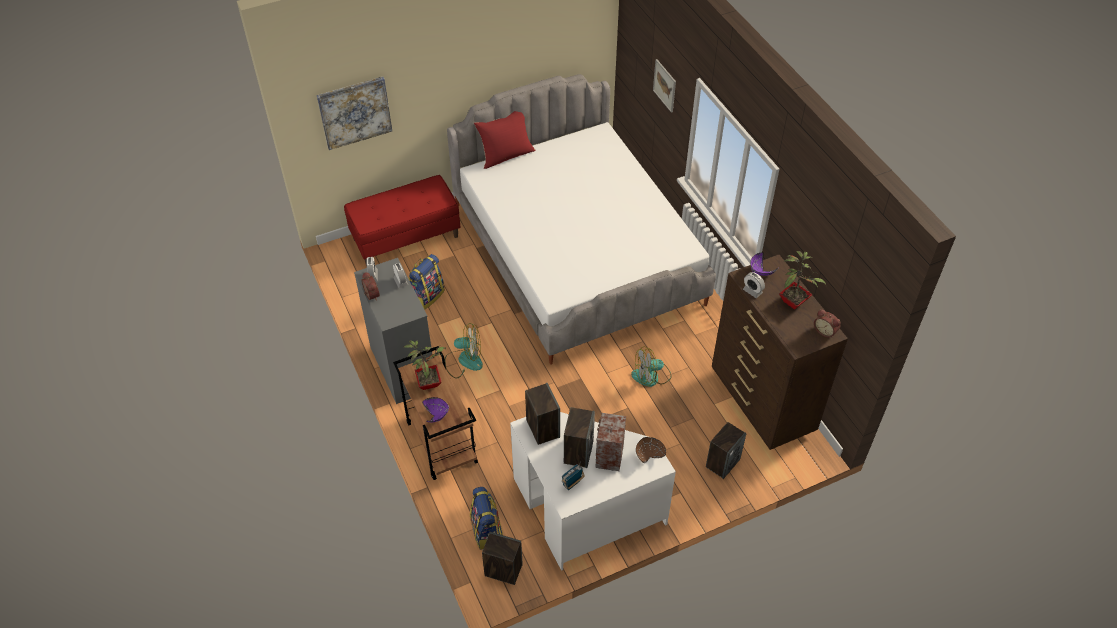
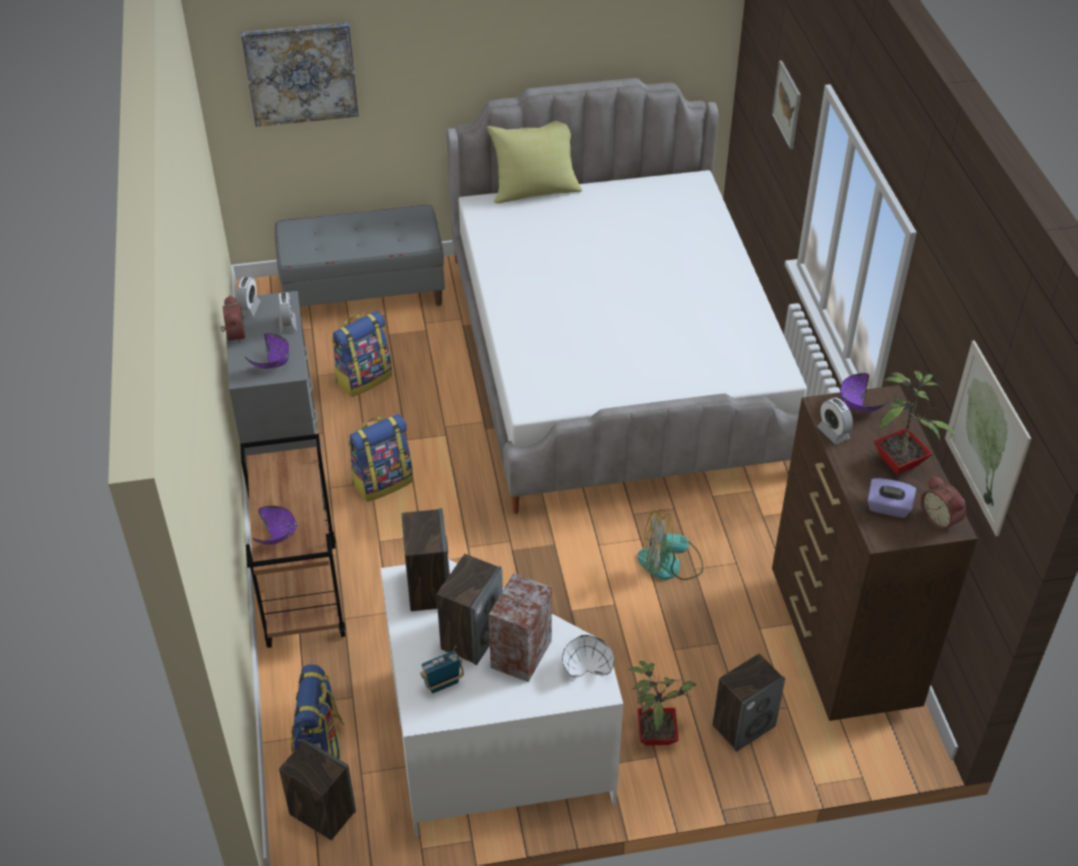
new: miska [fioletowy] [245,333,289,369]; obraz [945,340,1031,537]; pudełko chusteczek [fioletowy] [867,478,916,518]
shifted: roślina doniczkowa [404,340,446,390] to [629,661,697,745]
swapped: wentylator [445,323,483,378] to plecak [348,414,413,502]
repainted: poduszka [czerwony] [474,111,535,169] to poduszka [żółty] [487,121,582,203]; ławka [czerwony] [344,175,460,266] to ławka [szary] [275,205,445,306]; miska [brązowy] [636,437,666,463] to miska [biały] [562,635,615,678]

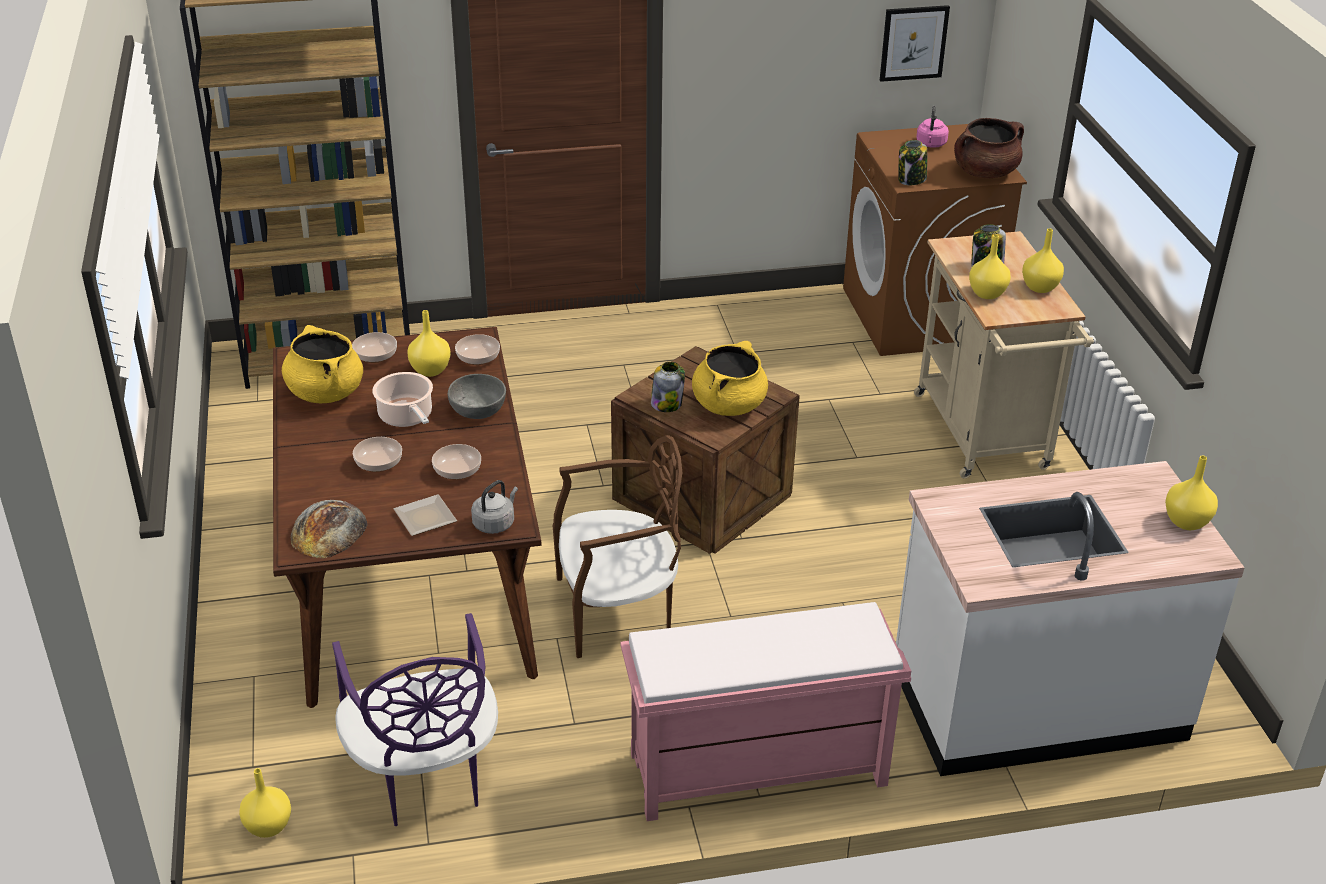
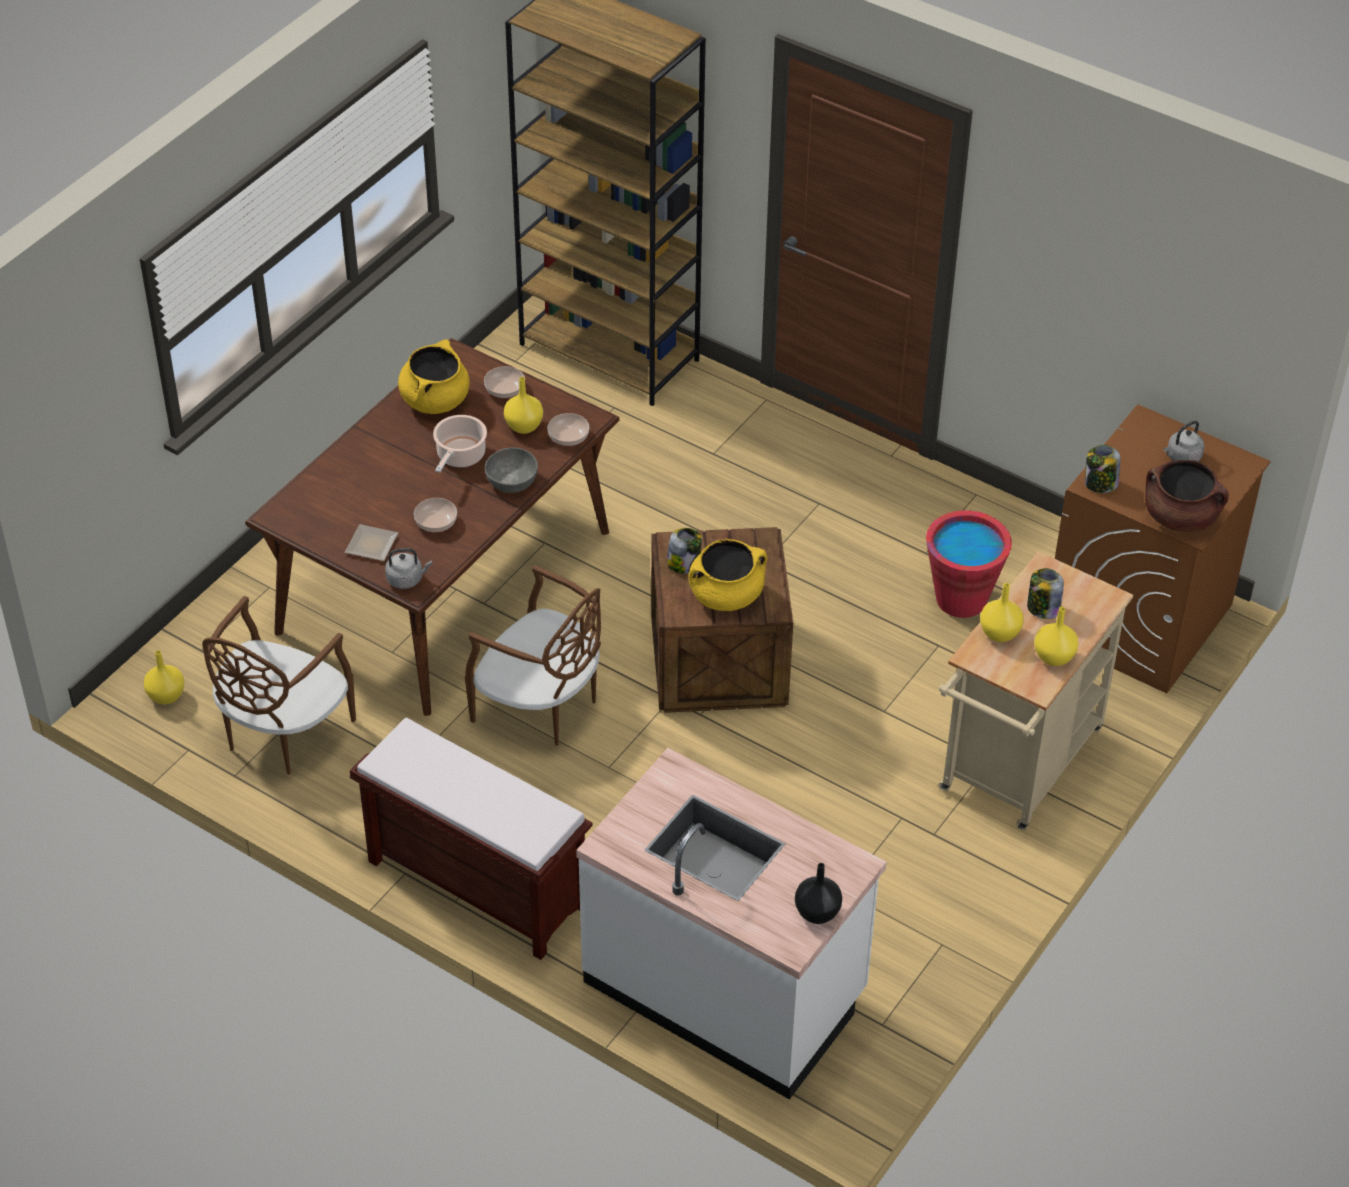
gone: obraz [880,5,950,82]; miska [353,437,402,472]; chleb [291,500,368,559]
new: wiadro [czerwony] [926,510,1012,618]
repainted: czajnik [różowy] [916,106,949,148] to czajnik [szary] [1163,420,1204,461]; wazon [żółty] [1165,455,1218,530] to wazon [czarny] [795,863,842,924]; ławka [różowy] [621,602,911,821] to ławka [brązowy] [350,718,593,960]; krzesło [fioletowy] [332,613,498,826] to krzesło [brązowy] [202,596,356,775]

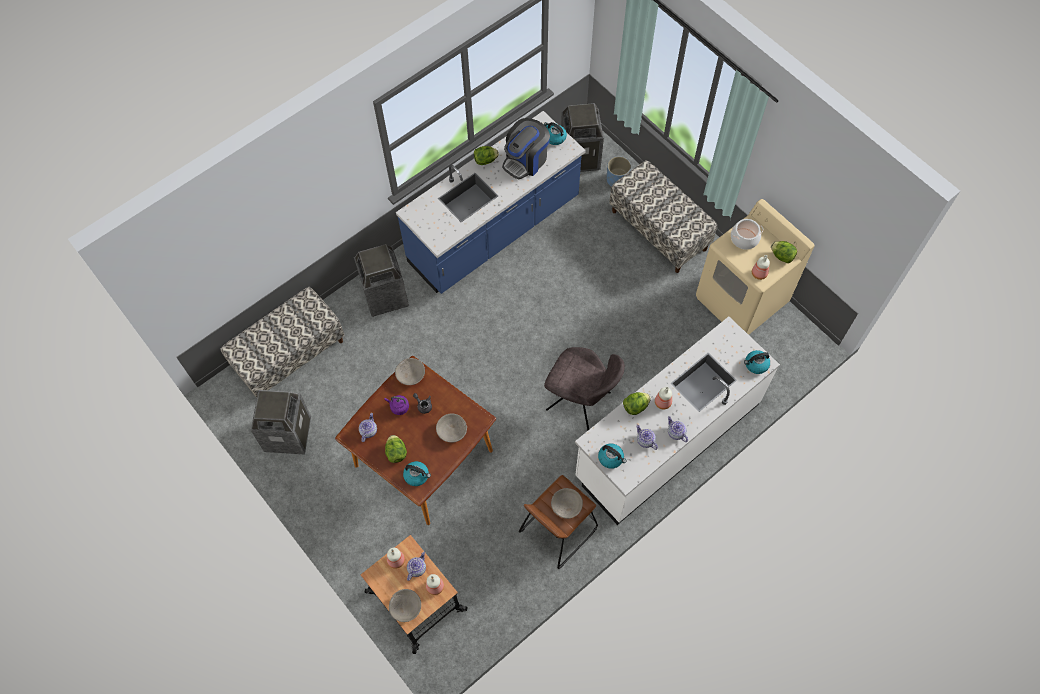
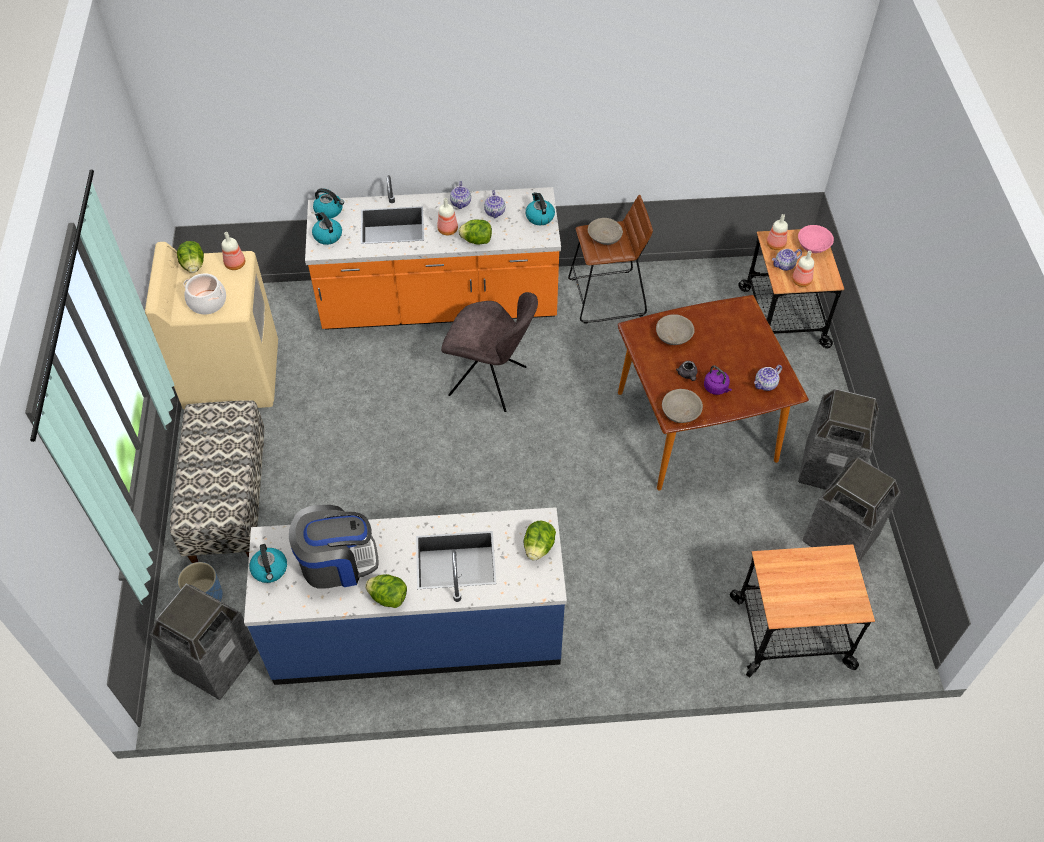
shifted: kosz na śmieci [354,244,409,317] to [798,389,879,490]; sałata [385,435,407,463] to [524,521,556,561]; czajnik [403,461,431,486] to [312,212,342,245]
swapped: ławka [220,287,345,398] to wózek [730,544,875,678]
repainted: zabudowa kuchenna [biały] [575,316,780,525] to zabudowa kuchenna [pomarańczowy] [305,175,561,330]; miska [szary] [389,589,421,622] to miska [różowy] [798,225,834,253]
rotated: krzesło [szary] [544,347,625,430] = [441,292,538,412] 135 degrees clockwise

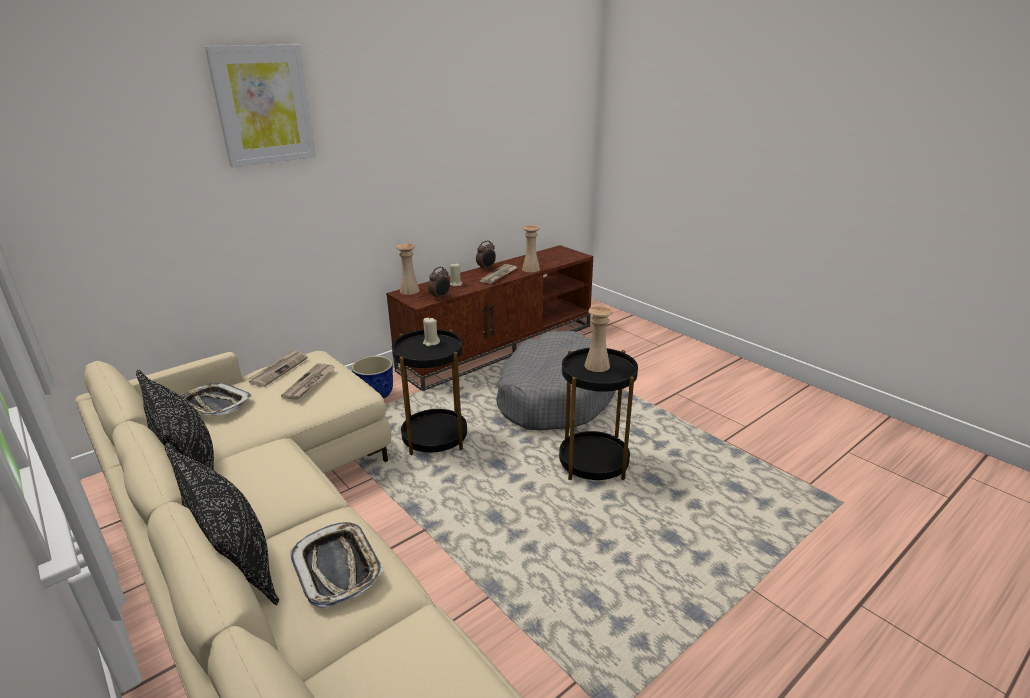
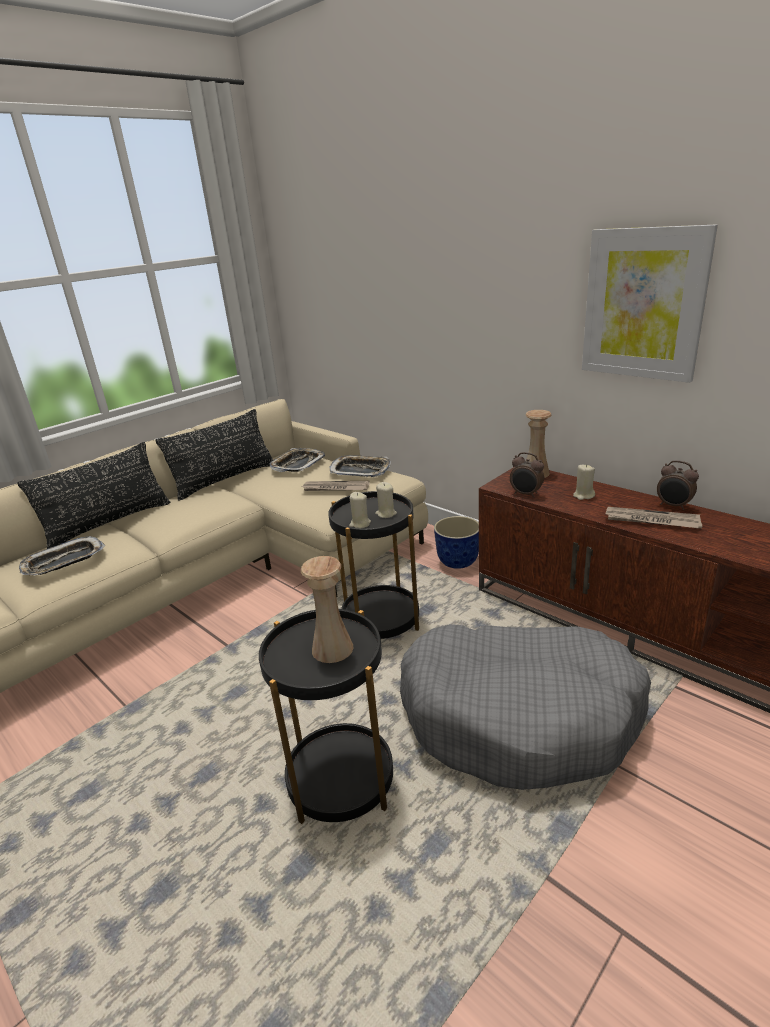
gone: wazon [beżowy] [522,225,540,272]
new: świeca [beżowy] [349,492,371,528]
shifted: obraz [205,45,316,167] to [582,224,718,383]
swapped: gazeta [248,349,308,387] to taca [330,455,391,477]

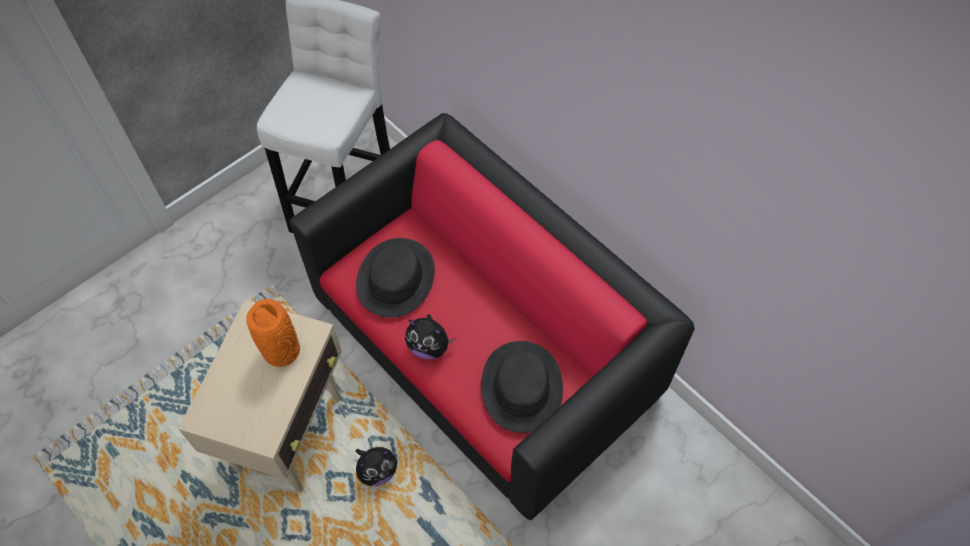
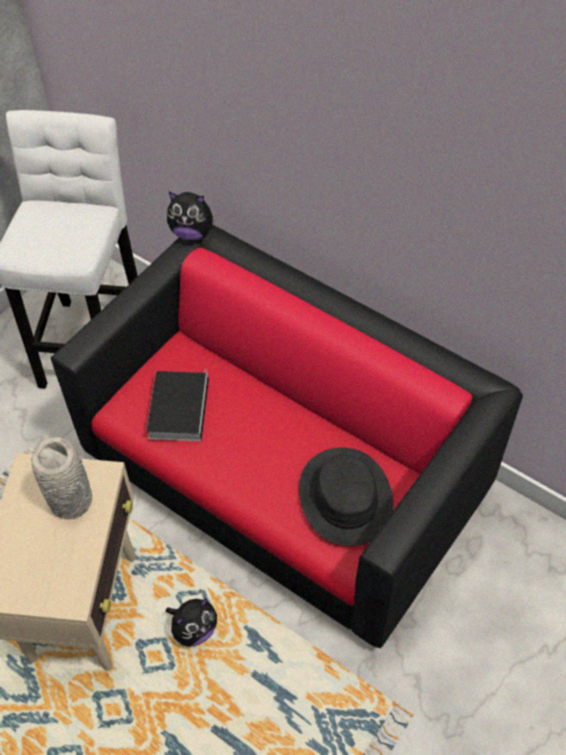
shifted: pluszak [405,314,456,359] to [167,192,219,241]
swapped: kapelusz [czarny] [356,238,435,317] to książka [146,369,209,441]
repainted: wazon [pomarańczowy] [246,299,300,367] to wazon [szary] [31,437,92,519]

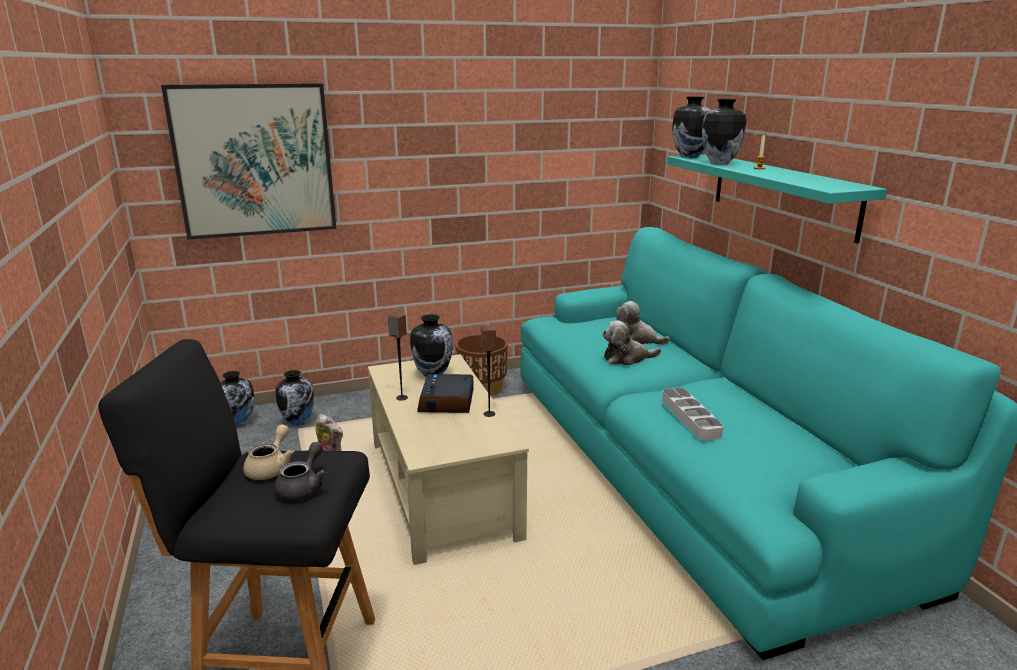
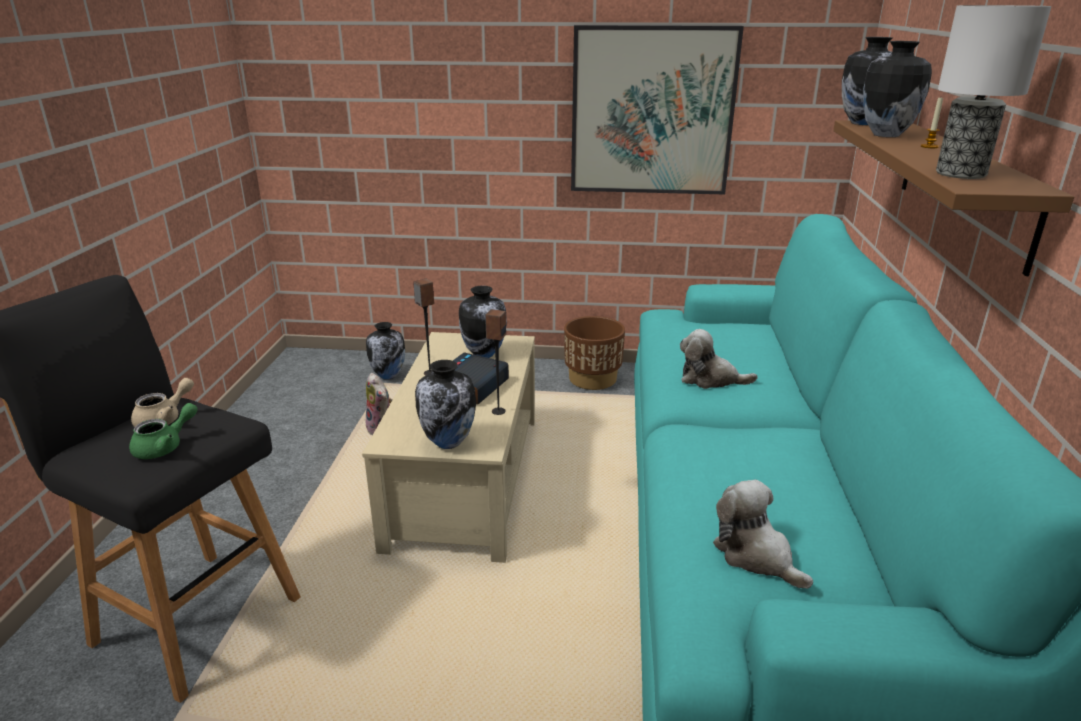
gone: taca [szary] [662,387,723,441]
new: lampa stołowa [936,5,1052,179]
shifted: obraz [161,83,336,240] to [571,25,744,195]; pluszak [616,301,670,344] to [713,480,813,589]; wazon [220,371,254,427] to [415,360,476,449]
repainted: półka [turkusowy] [667,154,887,243] to półka [brązowy] [833,120,1074,276]; imbryk [szary] [274,442,327,501] to imbryk [zielony] [129,403,198,459]

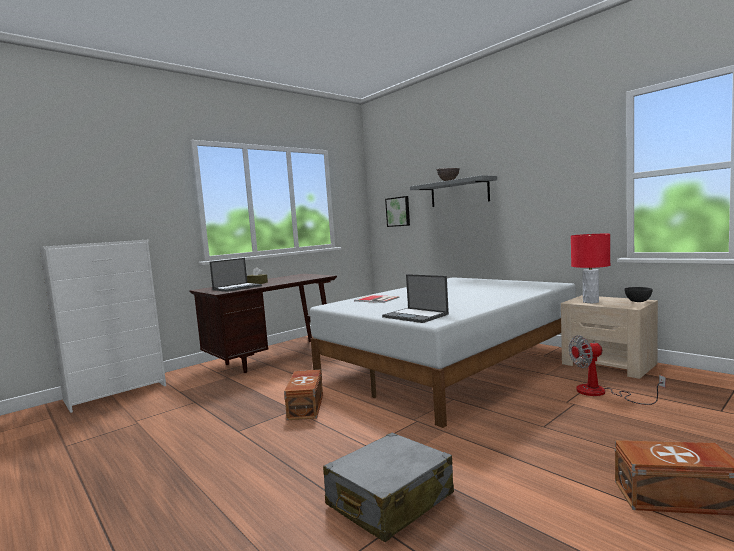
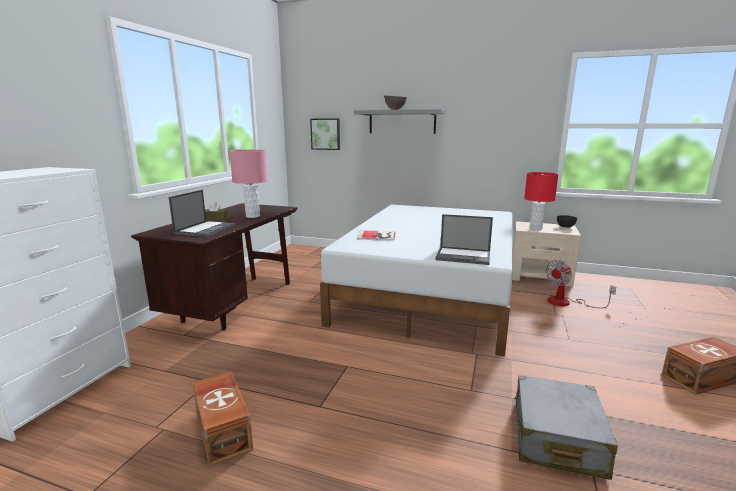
new: lampa stołowa [różowy] [230,150,268,218]
shifted: pojemnik do przechowywania [brązowy] [284,370,323,420] to [192,372,253,467]

